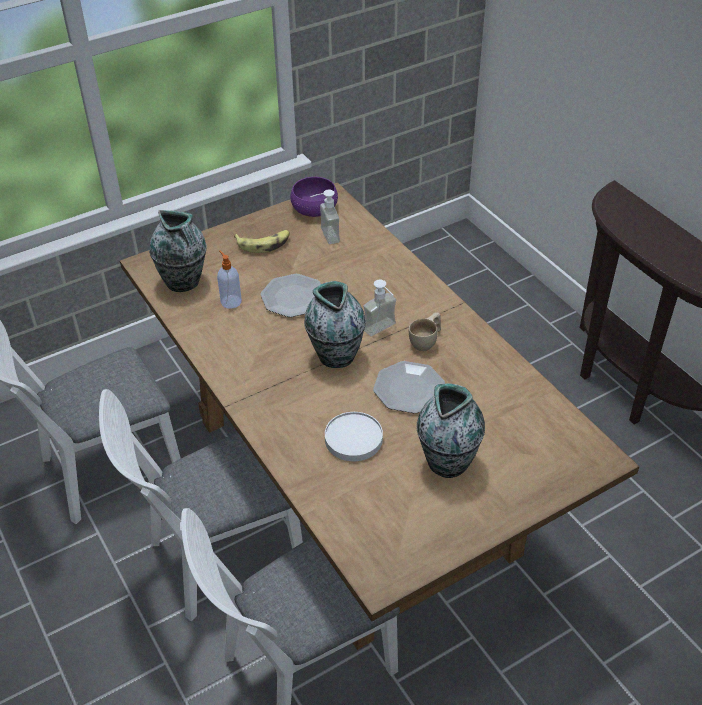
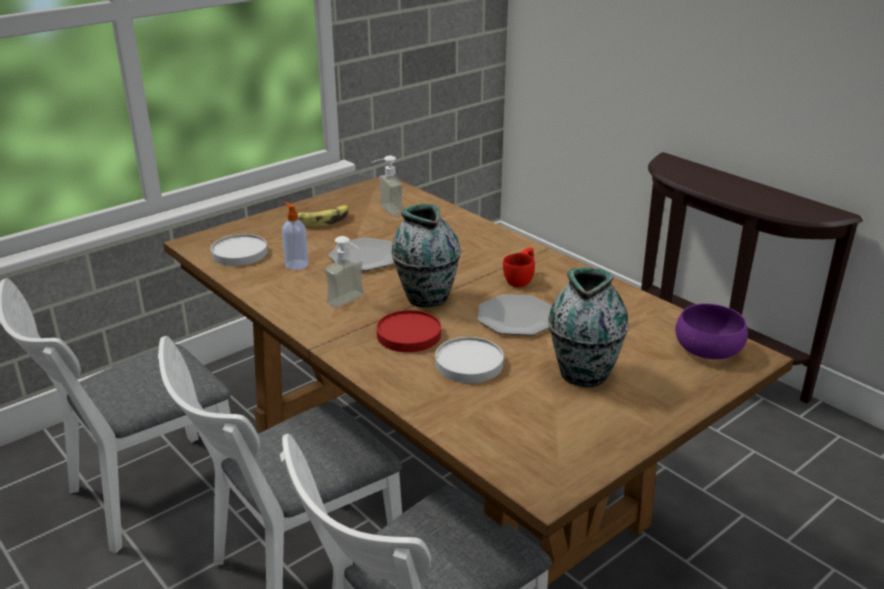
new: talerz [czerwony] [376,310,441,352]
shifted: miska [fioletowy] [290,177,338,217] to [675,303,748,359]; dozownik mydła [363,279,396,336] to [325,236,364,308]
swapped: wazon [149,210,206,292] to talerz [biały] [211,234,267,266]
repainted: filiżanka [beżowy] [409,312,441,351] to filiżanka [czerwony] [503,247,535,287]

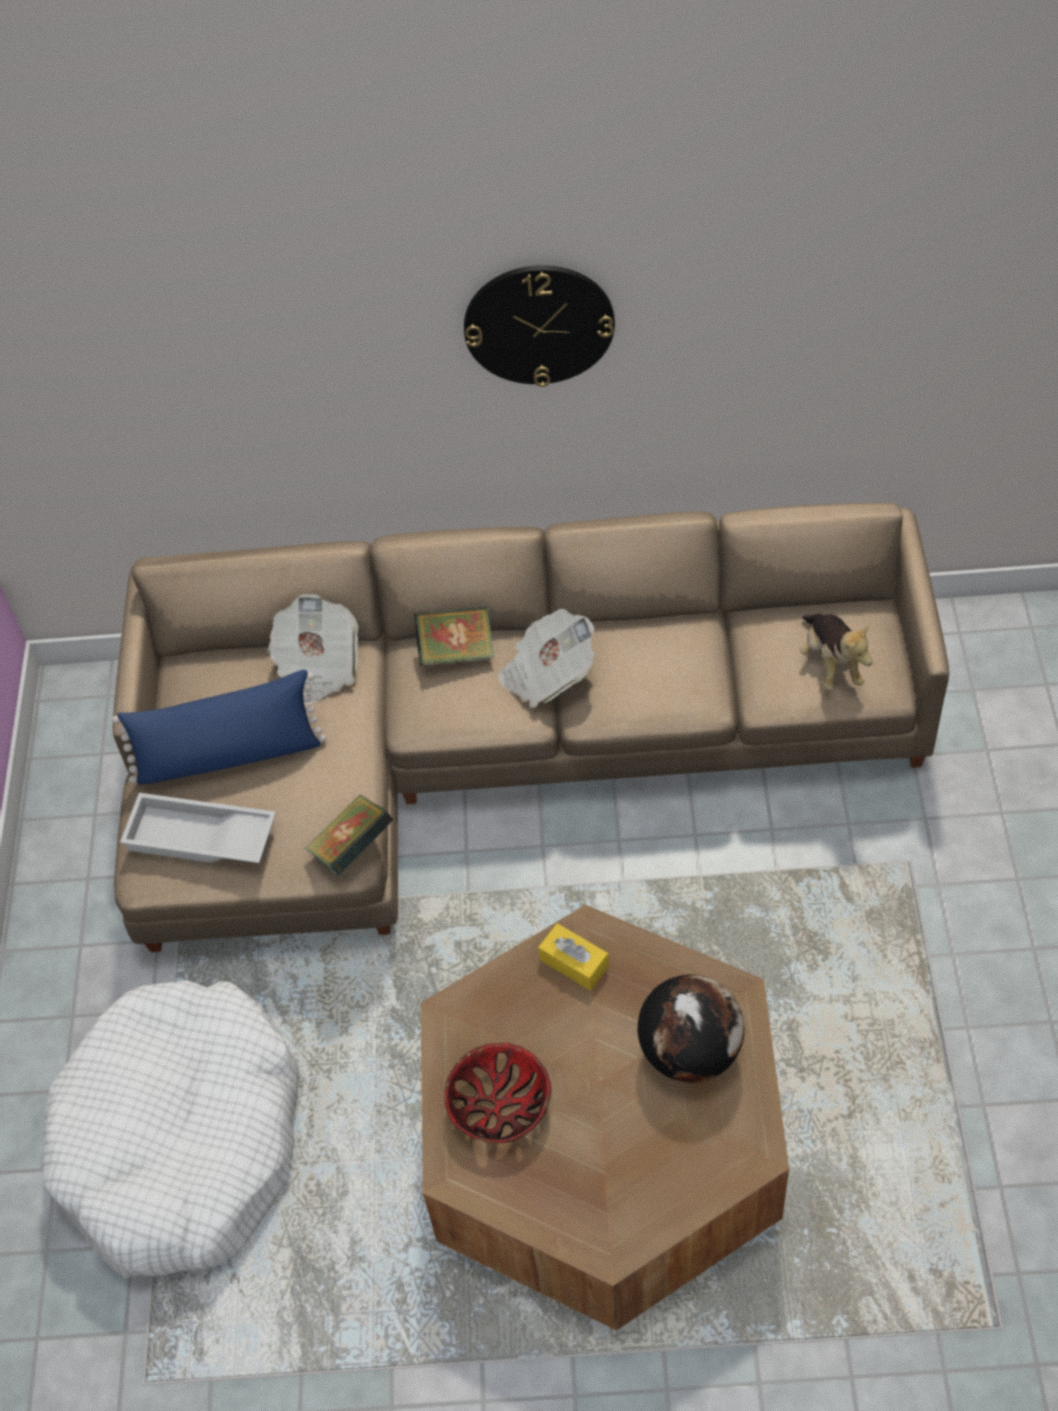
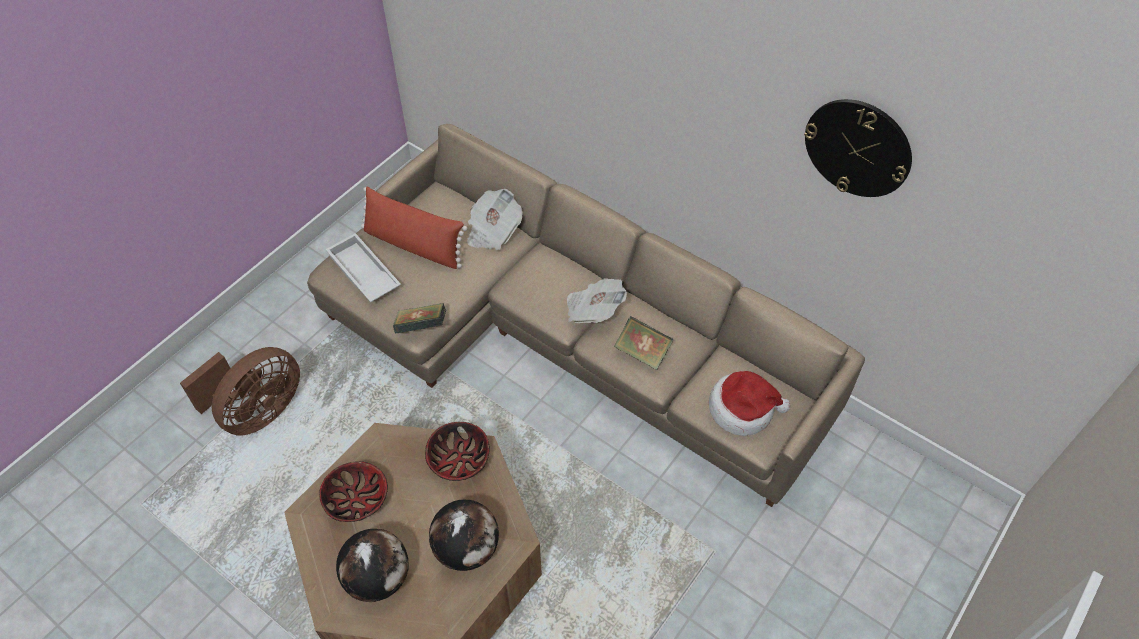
new: globus [336,529,409,602]
shifted: zegar ścienny [464,265,615,387] to [804,99,912,197]; książka [414,607,494,666] to [614,316,673,370]
swapped: pluszak [800,614,873,690] to kapelusz [709,371,790,436]; pudełko chusteczek [żółty] [538,923,609,990] to miska [425,422,490,481]; legowisko [biały] [42,980,299,1278] to wentylator [brązowy] [180,347,300,436]
repainted: poduszka [niebieski] [112,670,327,784] to poduszka [czerwony] [361,187,467,269]

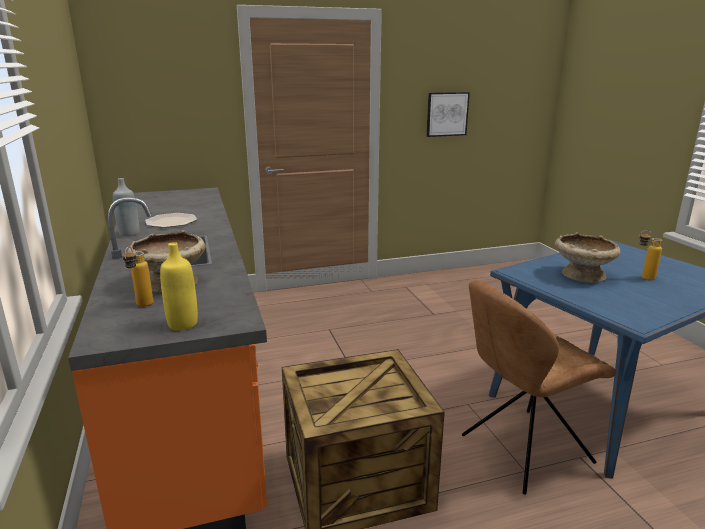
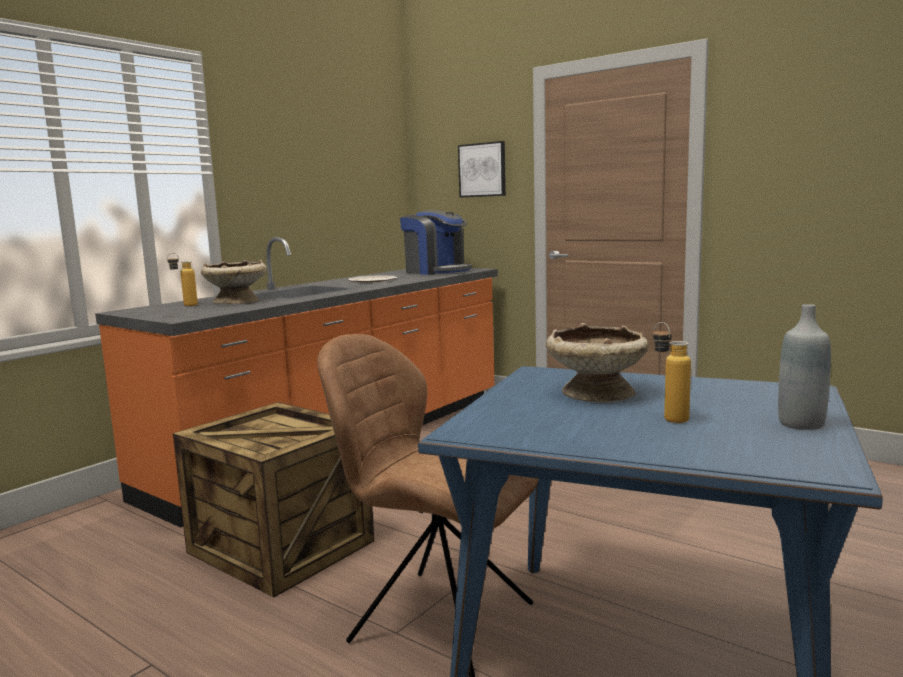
gone: butelka [żółty] [160,242,198,330]
new: ekspres do kawy [400,210,472,275]
shifted: obraz [426,92,470,137] to [458,141,506,197]; butelka [szary] [113,178,139,237] to [778,304,831,430]

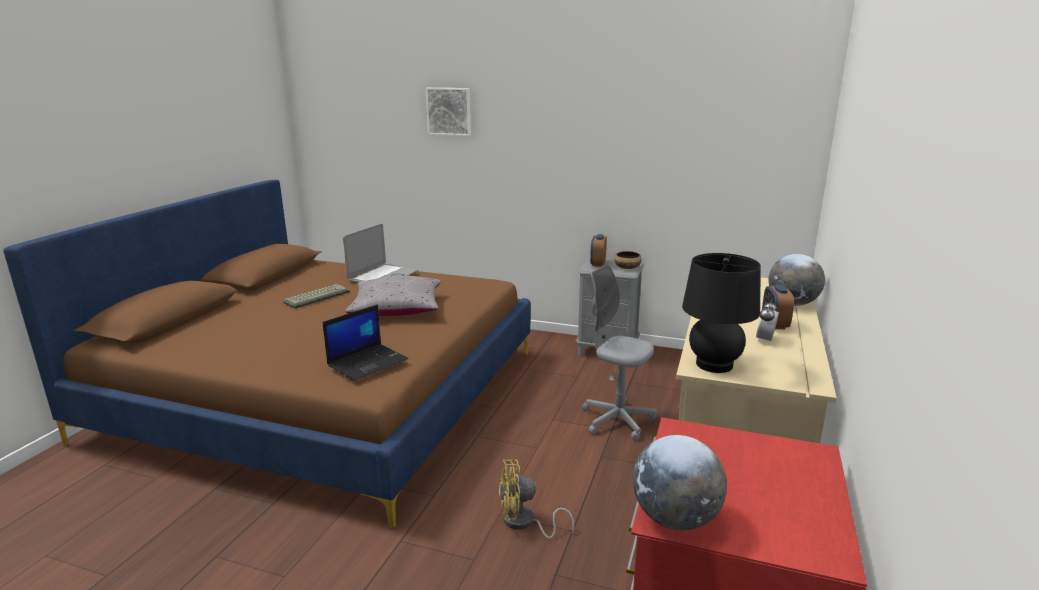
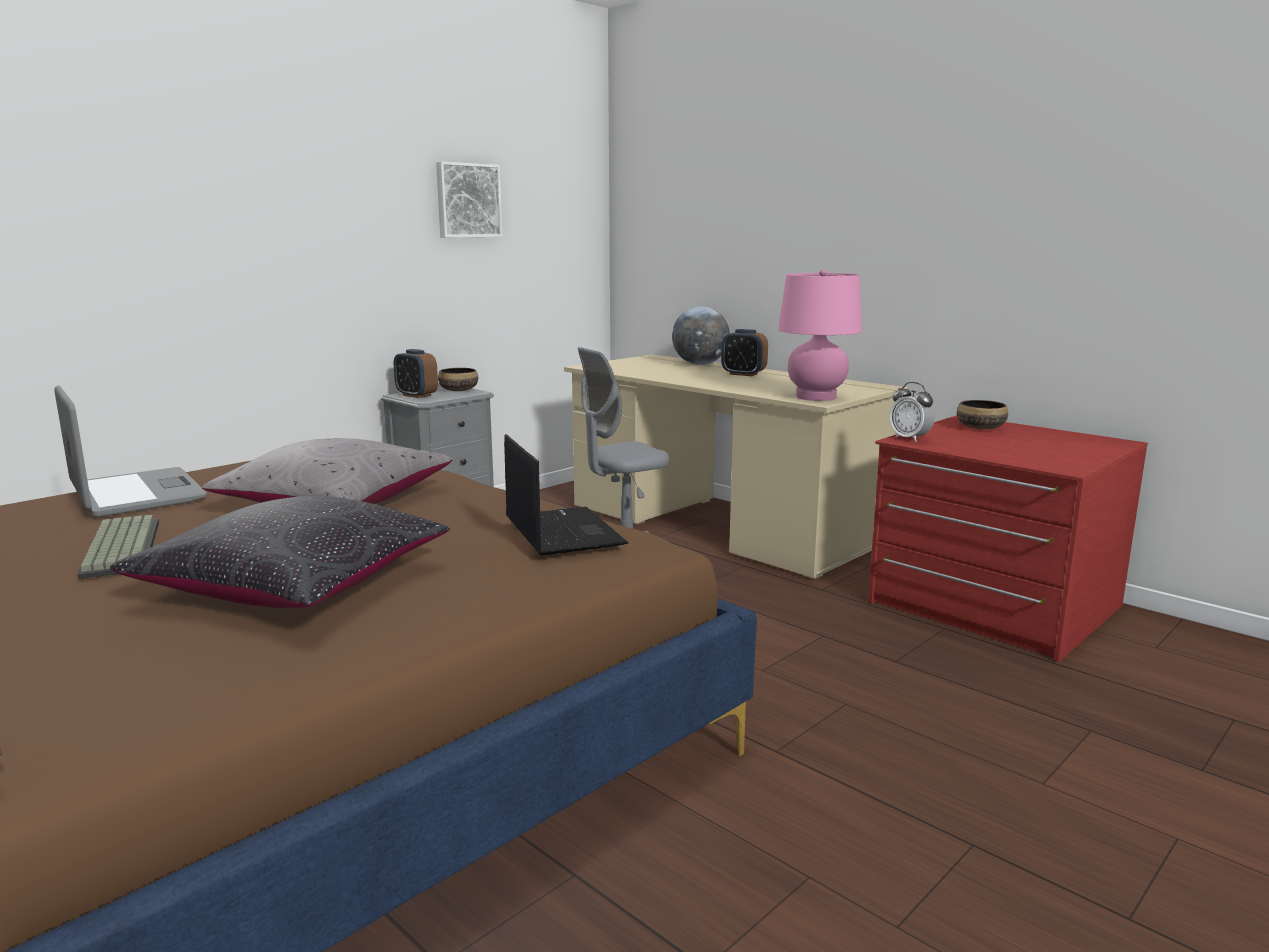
gone: globus [633,435,727,530]; wentylator [żółty] [498,460,575,539]
new: miska [957,400,1008,429]; poduszka [czarny] [110,496,450,609]
shifted: obraz [426,88,471,136] to [436,161,503,237]; budzik [756,299,779,343] to [889,382,935,442]
repainted: lampa stołowa [czarny] [682,253,761,373] to lampa stołowa [różowy] [778,269,862,401]

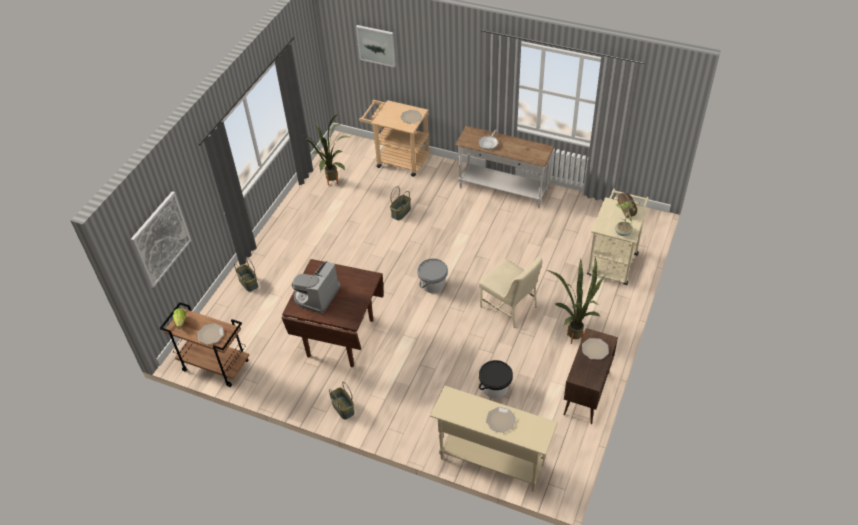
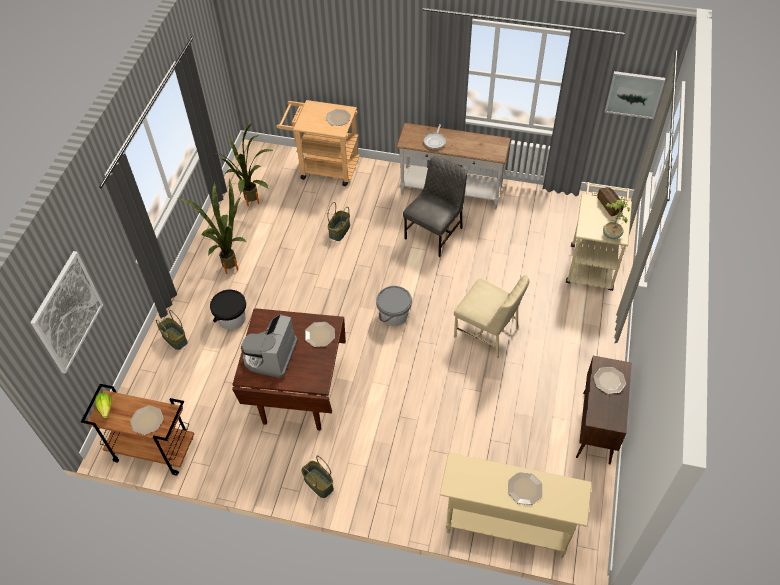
new: krzesło [szary] [403,156,467,257]; talerz [305,322,335,347]
shifted: obraz [356,25,396,68] to [605,71,665,119]; roślina doniczkowa [547,257,605,344] to [178,179,248,274]; wiadro [czarny] [479,360,513,399] to [210,290,246,330]

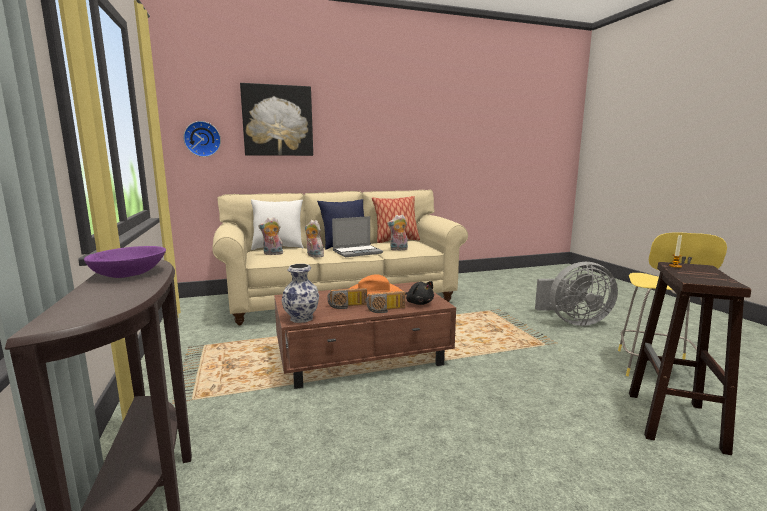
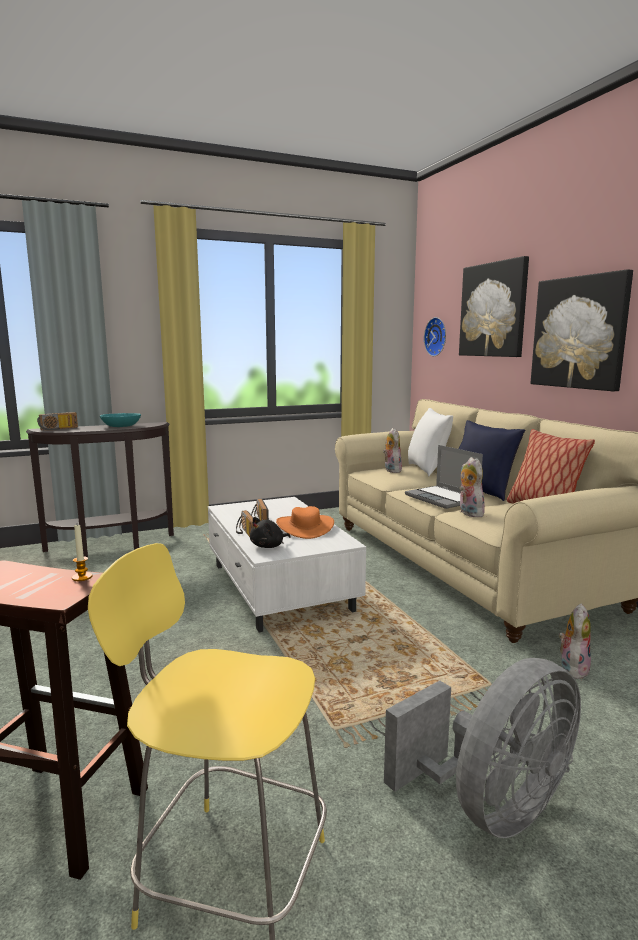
gone: wazon [282,264,319,323]
new: obraz [531,269,633,391]; radio [37,412,78,430]
shifted: pluszak [305,220,324,258] to [559,603,591,679]
repainted: miska [fioletowy] [84,246,166,278] to miska [turkusowy] [100,413,141,427]; ława [brązowy] [274,282,456,389] to ława [biały] [208,497,366,632]
rotated: wentylator [szary] [535,262,618,326] = [384,658,581,838] 120 degrees counterclockwise

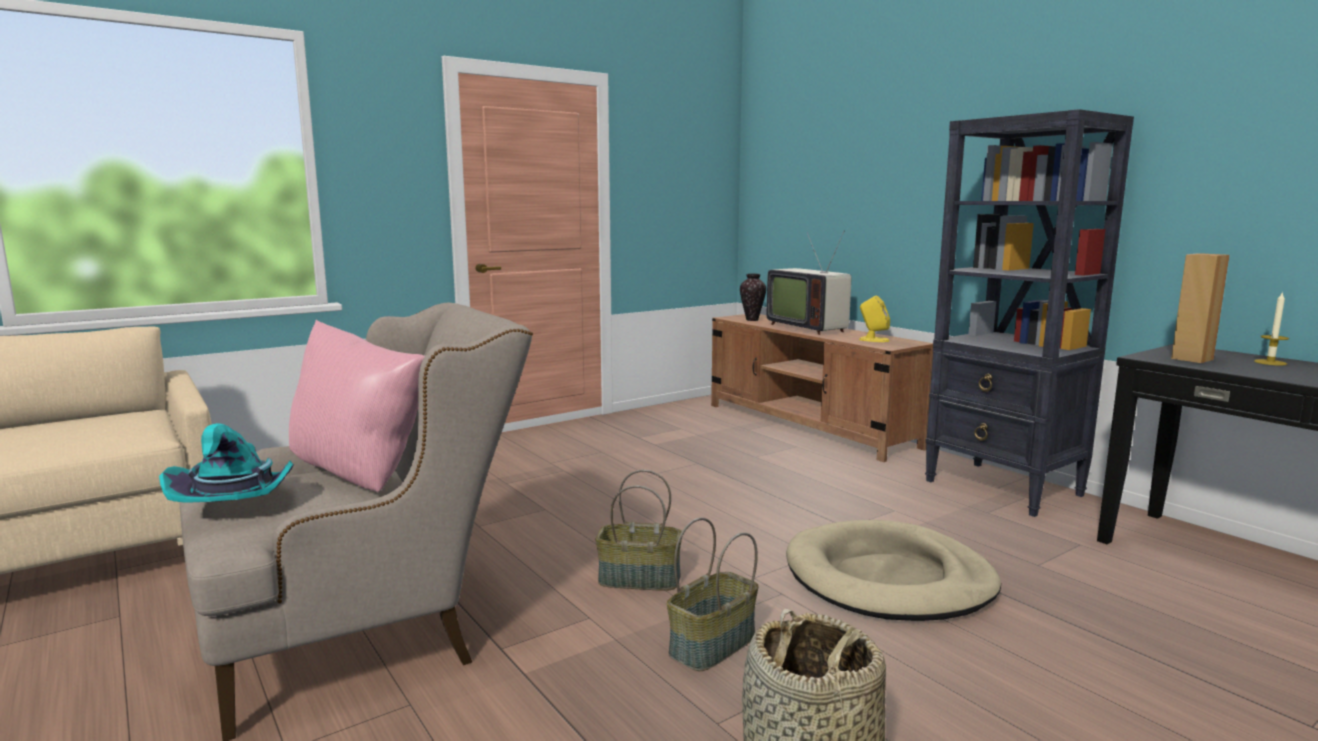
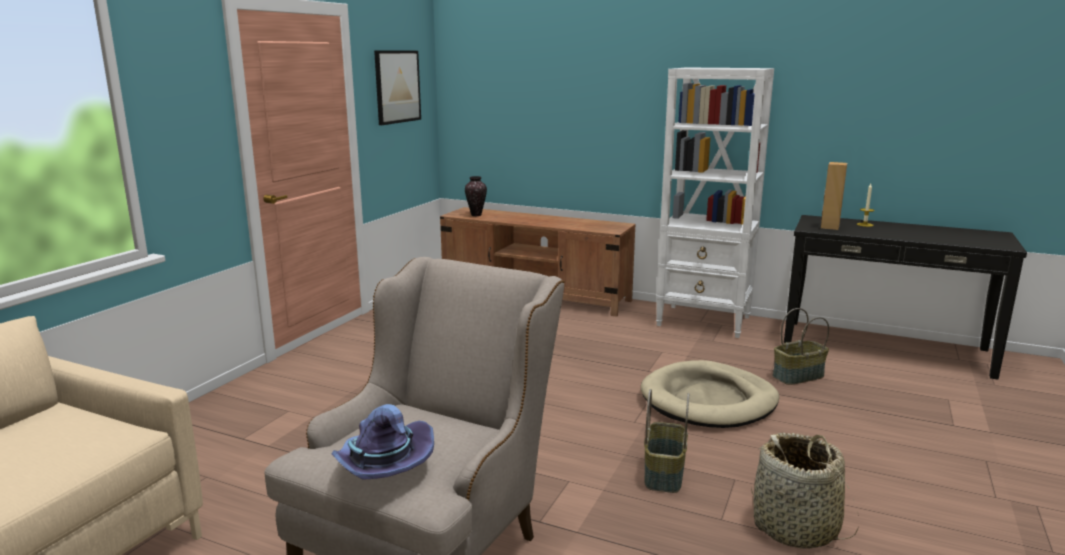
gone: telewizor [767,230,851,335]; głośnik [żółty] [859,295,890,342]; poduszka [różowy] [289,320,425,492]
new: obraz [374,50,421,125]
shifted: koszyk [596,470,682,591] to [772,308,829,385]
repainted: regał [czarny] [925,109,1134,517] to regał [biały] [656,68,774,338]; kapelusz [turkusowy] [159,423,294,503] to kapelusz [fioletowy] [331,404,434,480]

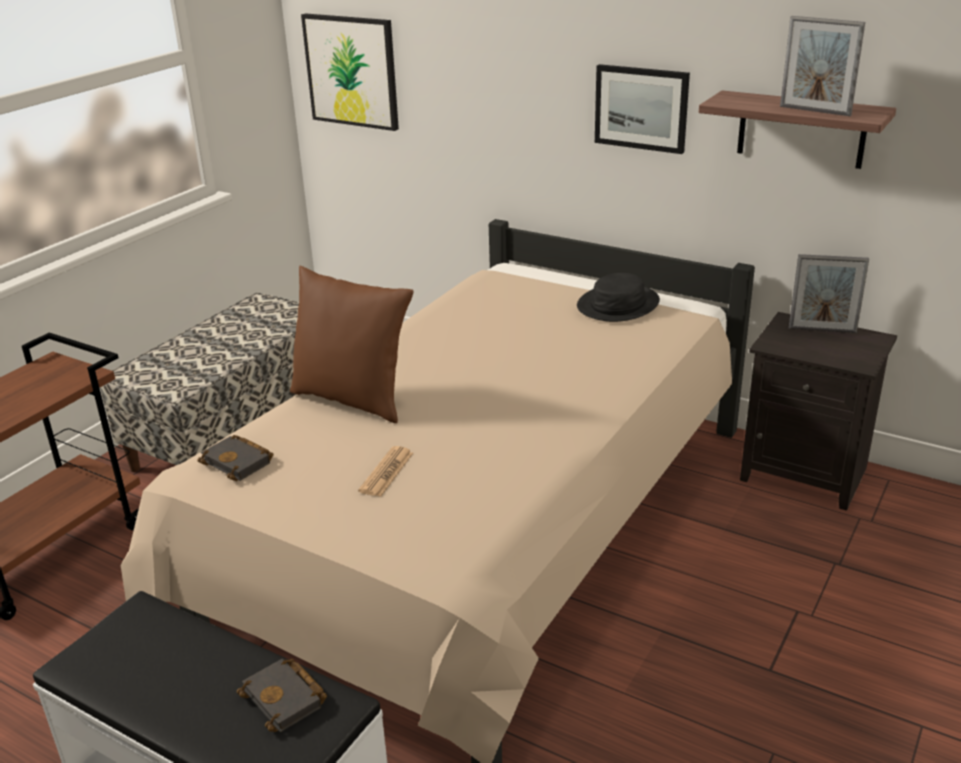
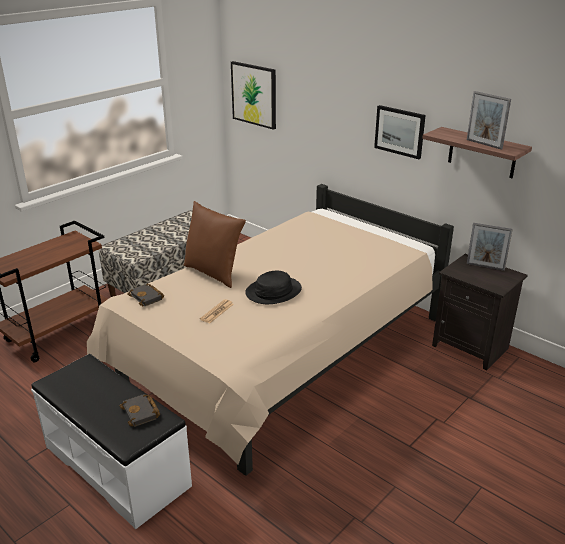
shifted: kapelusz [czarny] [577,273,660,322] to [245,271,302,304]

